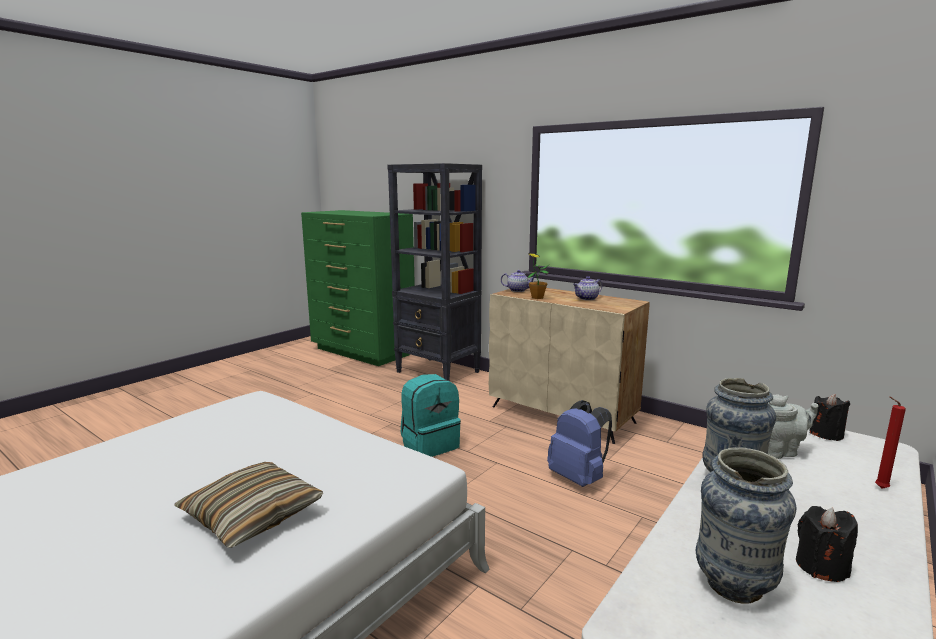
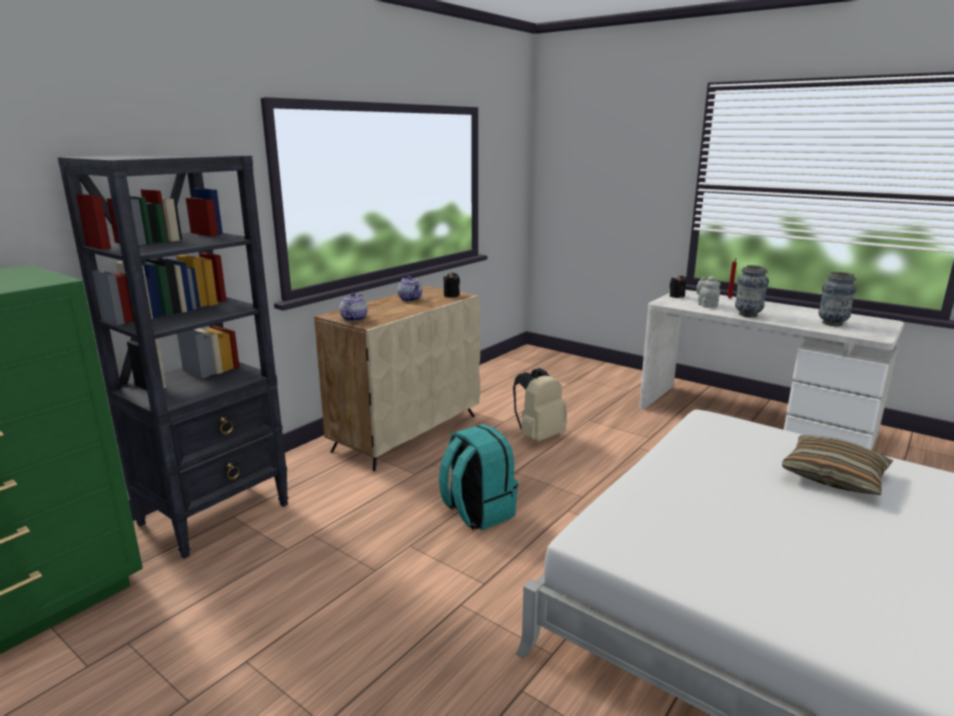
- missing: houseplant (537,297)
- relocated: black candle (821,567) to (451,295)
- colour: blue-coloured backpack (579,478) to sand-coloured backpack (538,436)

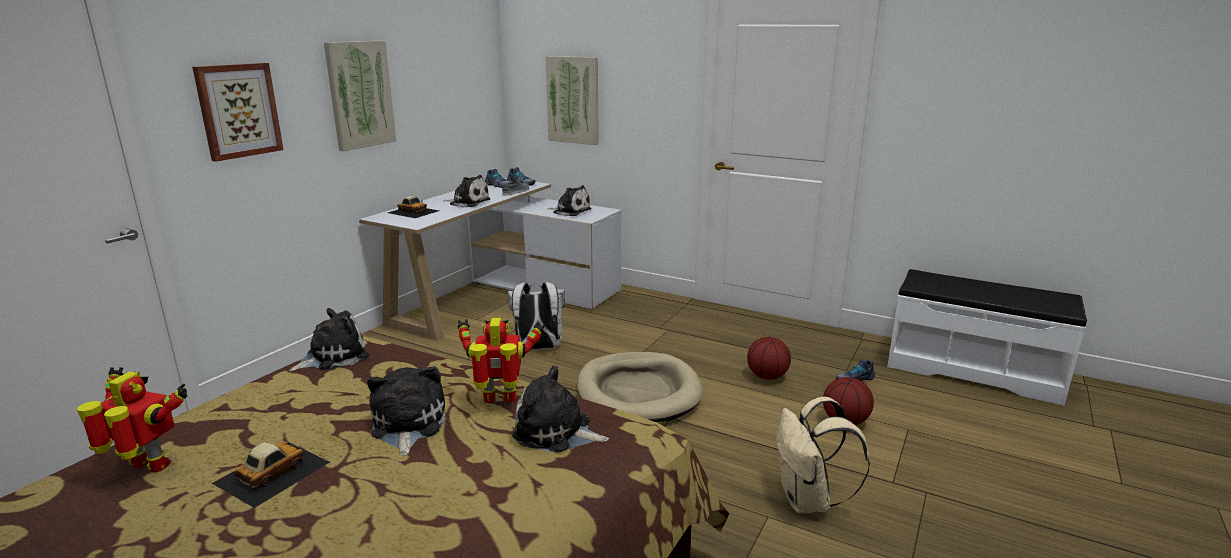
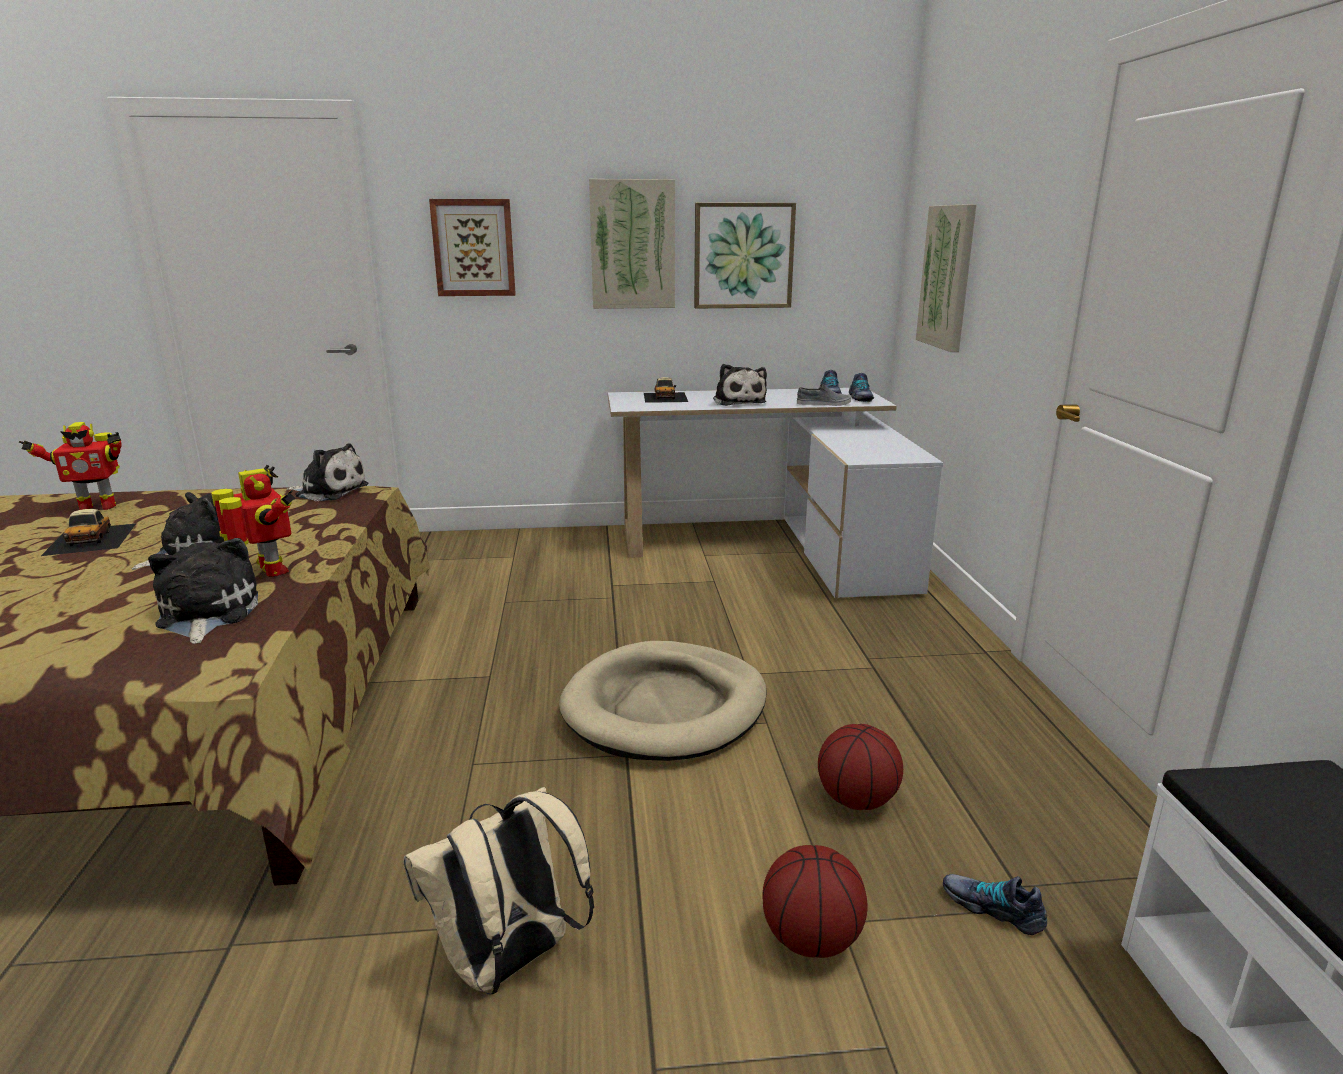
- missing: white-coloured backpack (538,348)
- missing: plush toy (570,211)
- appeared: picture (743,256)
- spun: robot figure (148,467) = (96,507) 90 degrees clockwise
- spun: miniature car (271,472) = (91,538) 75 degrees clockwise

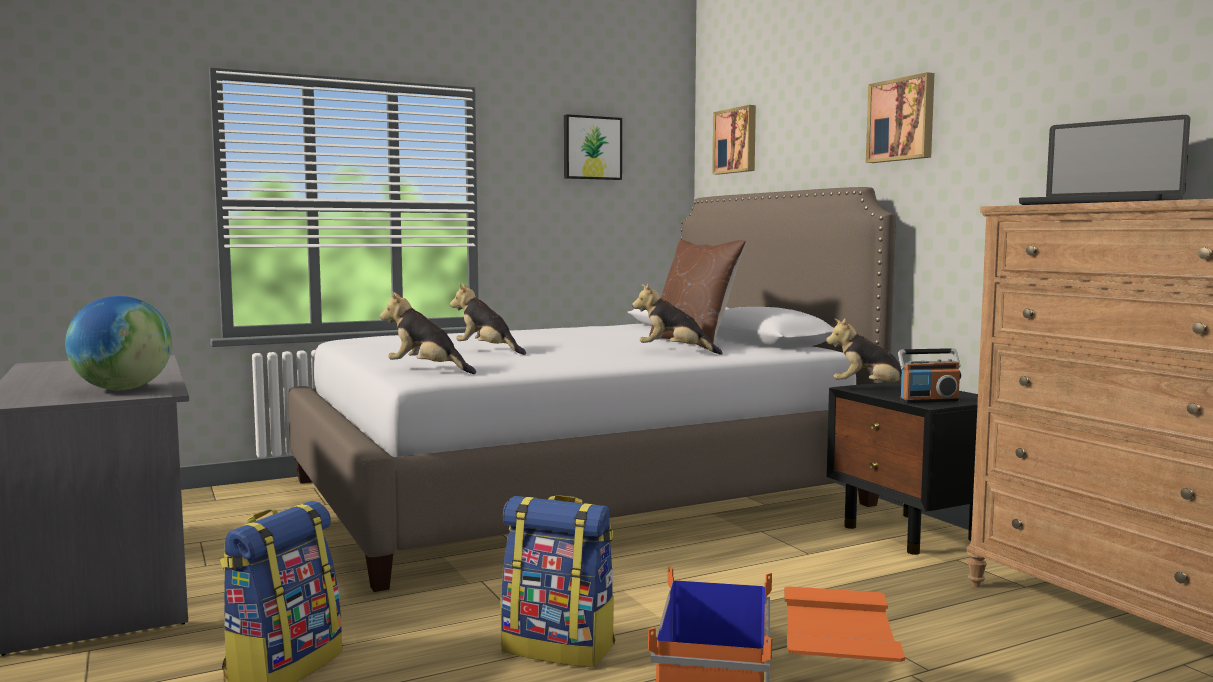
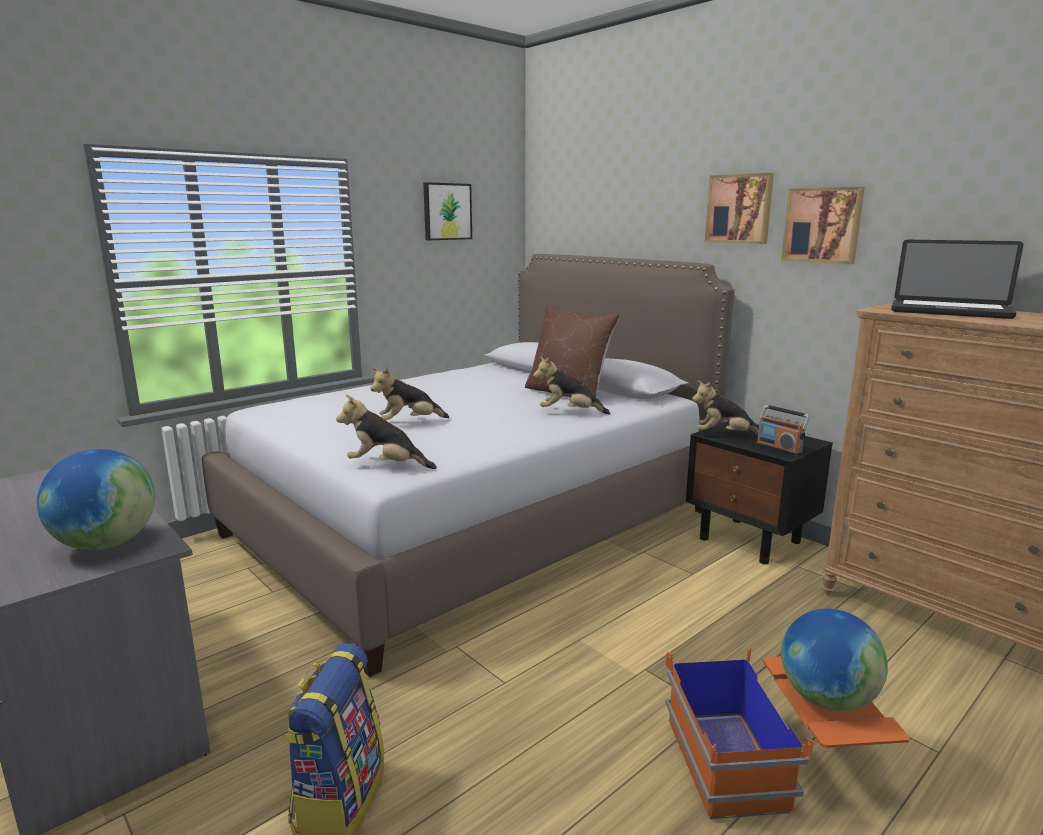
- missing: backpack (560,647)
- appeared: desk globe (826,699)
- relocated: picture (736,141) to (823,225)
- spun: plush toy (487,351) = (409,423) 45 degrees counterclockwise
- spun: radio set (928,400) = (779,448) 75 degrees clockwise

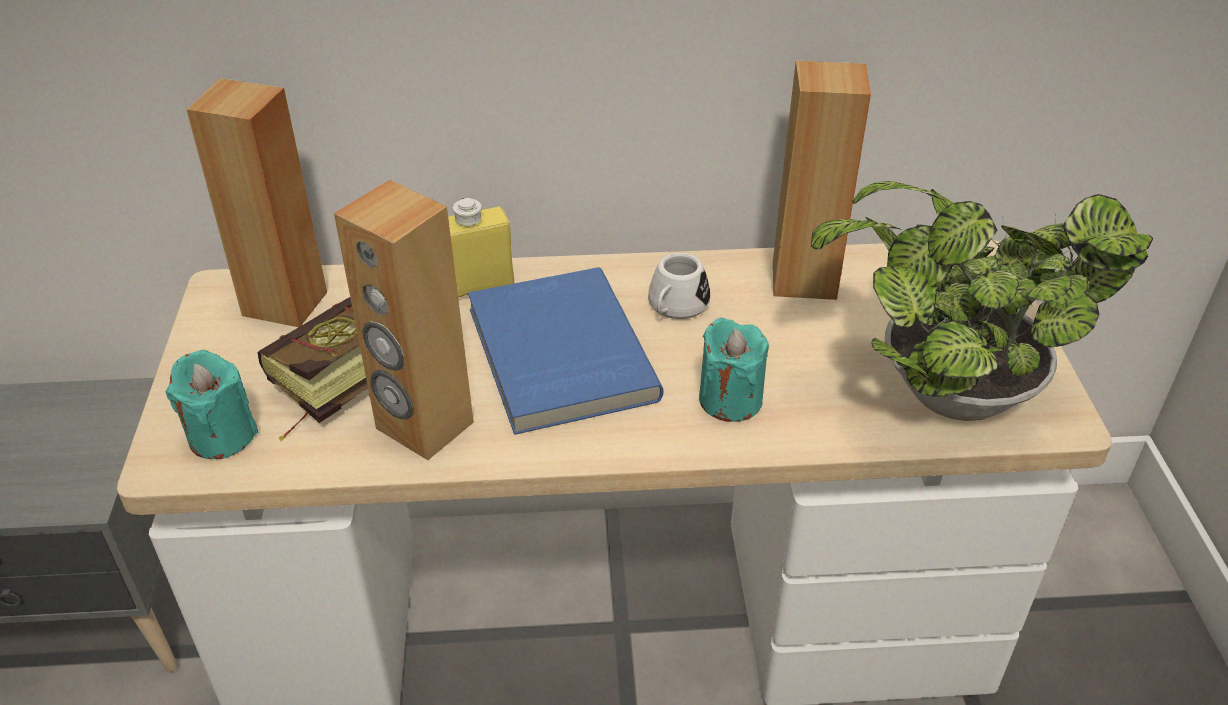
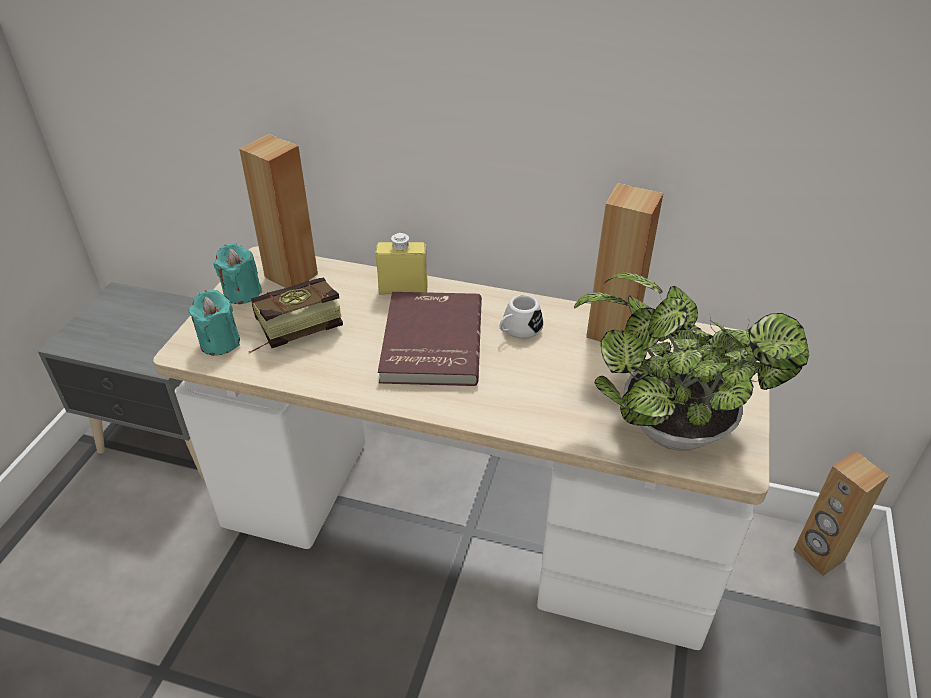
- relocated: brown audio speaker (423,426) to (818,555)
- relocated: blue-green candle (730,400) to (242,293)
- colour: blue-coloured bound book (557,354) to red-coloured bound book (429,342)

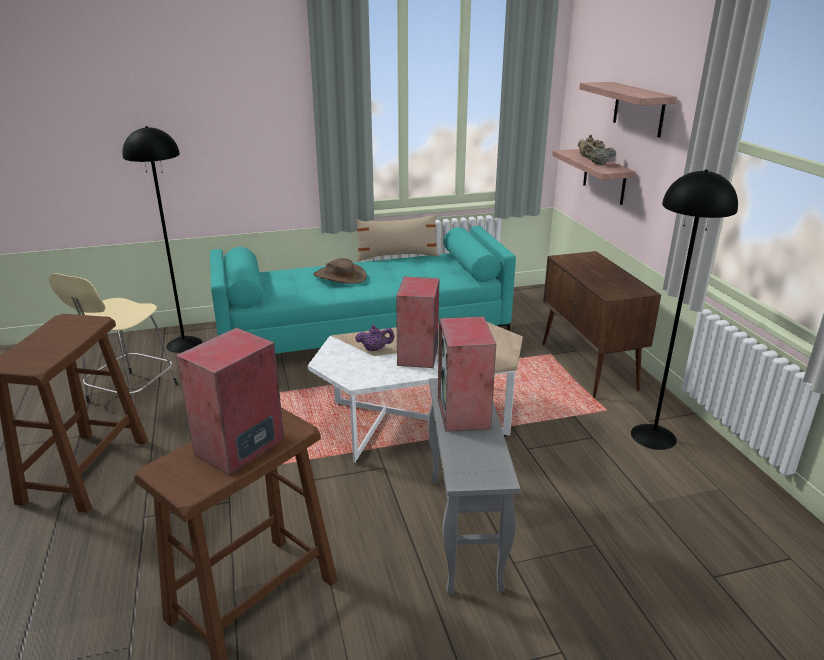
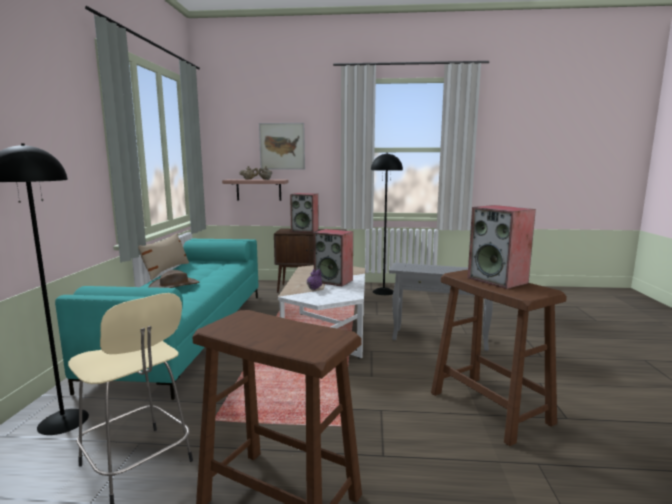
- relocated: audio speaker (464,413) to (305,230)
- exchanged: bracket shelf (639,109) to picture (282,146)

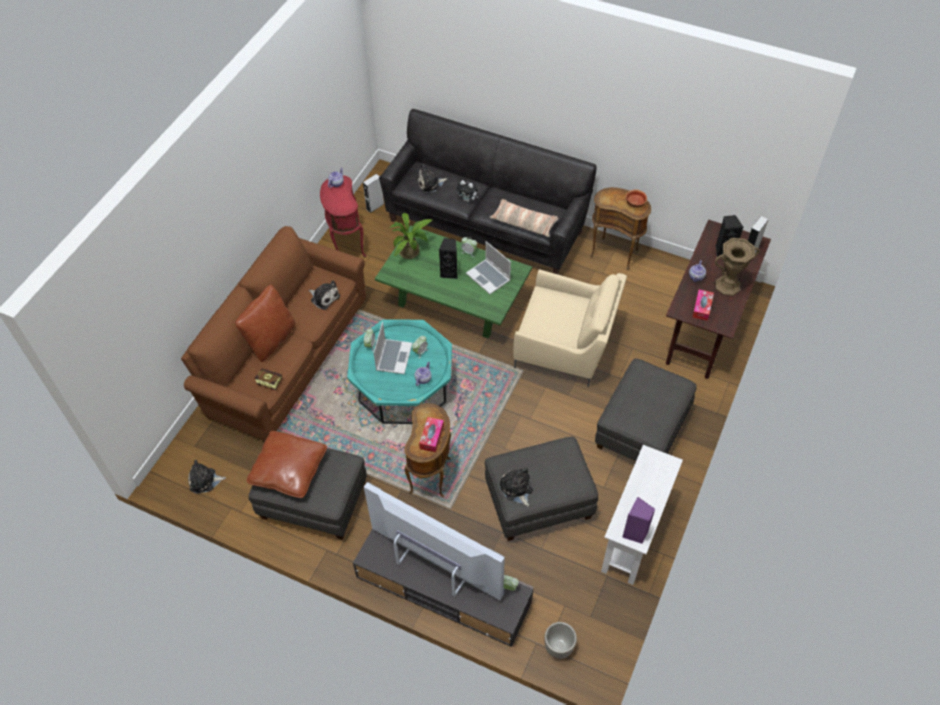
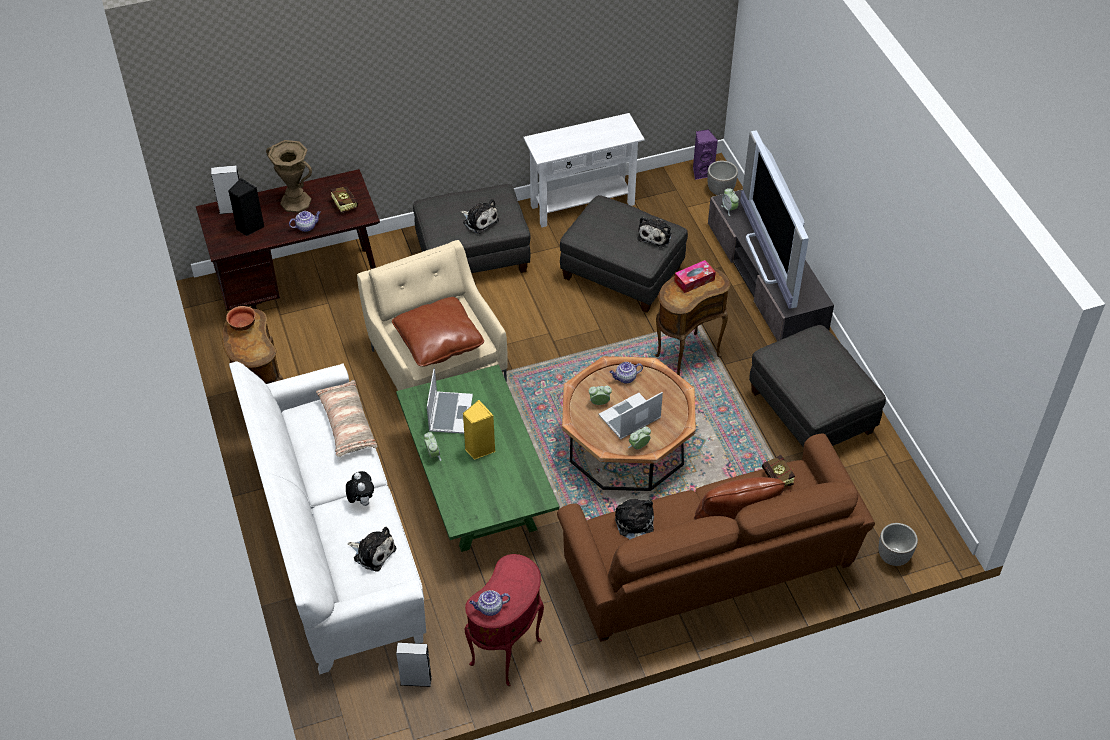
- missing: houseplant (412,251)
- appeared: plant pot (893,557)
- relocated: plush toy (205,481) to (479,220)
- relocated: brown throw pillow (289,470) to (438,341)
- relocated: purple audio speaker (635,533) to (702,172)
- exchanged: box of tissues (702,308) to bound book (343,203)
- colour: blue-green lounge table (403,387) to brown lounge table (626,445)
- colour: black couch (485,226) to white-coloured couch (336,543)
- colour: black audio speaker (450,272) to yellow-coloured audio speaker (479,449)

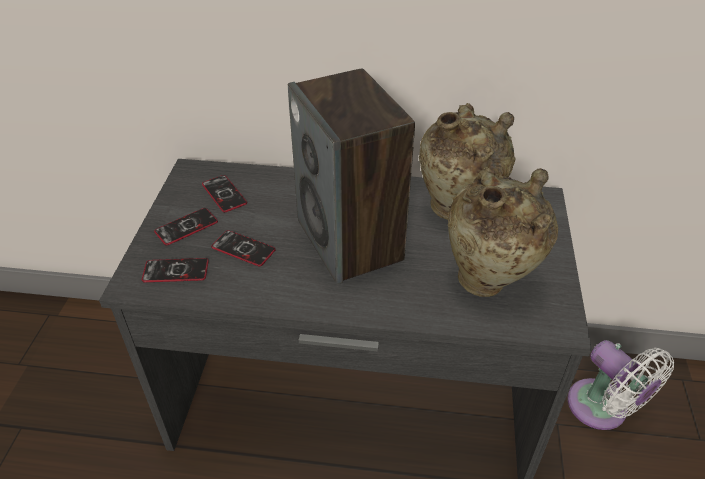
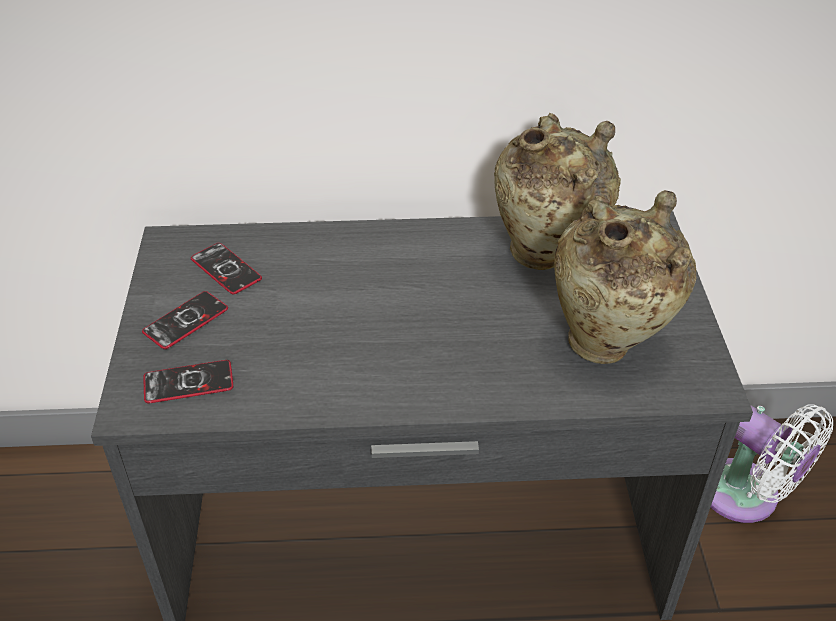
- missing: phone (243,249)
- missing: audio speaker (350,241)

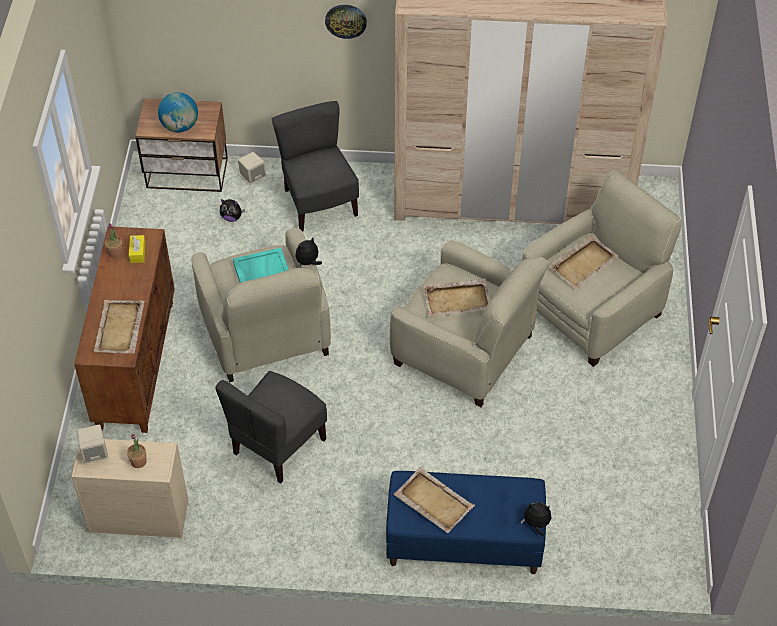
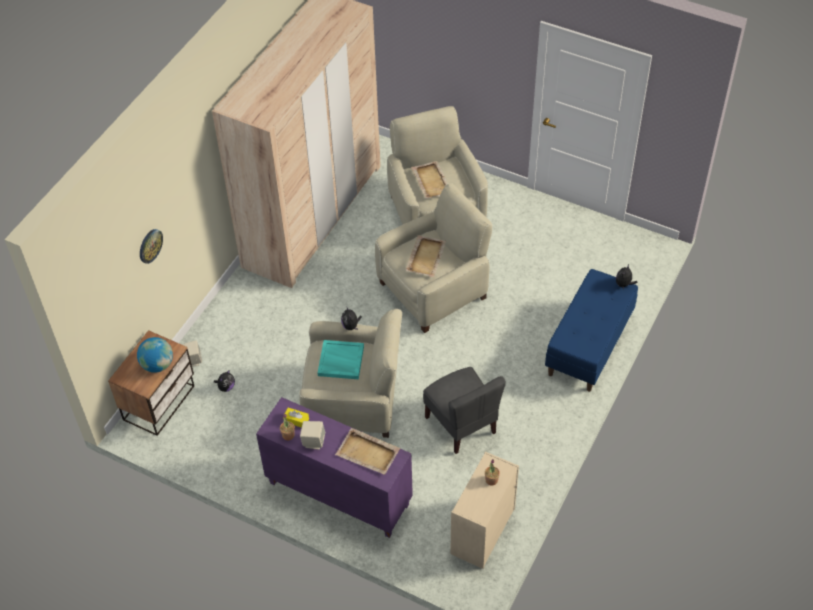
- missing: gray chair (319,203)
- missing: sand-coloured carrying tray (433,501)
- relocated: sand-coloured audio speaker (95,453) to (313,441)
- relocated: clock on the wall (346,20) to (150,245)
- colour: brown storage cabinet (135,363) to purple storage cabinet (337,494)

